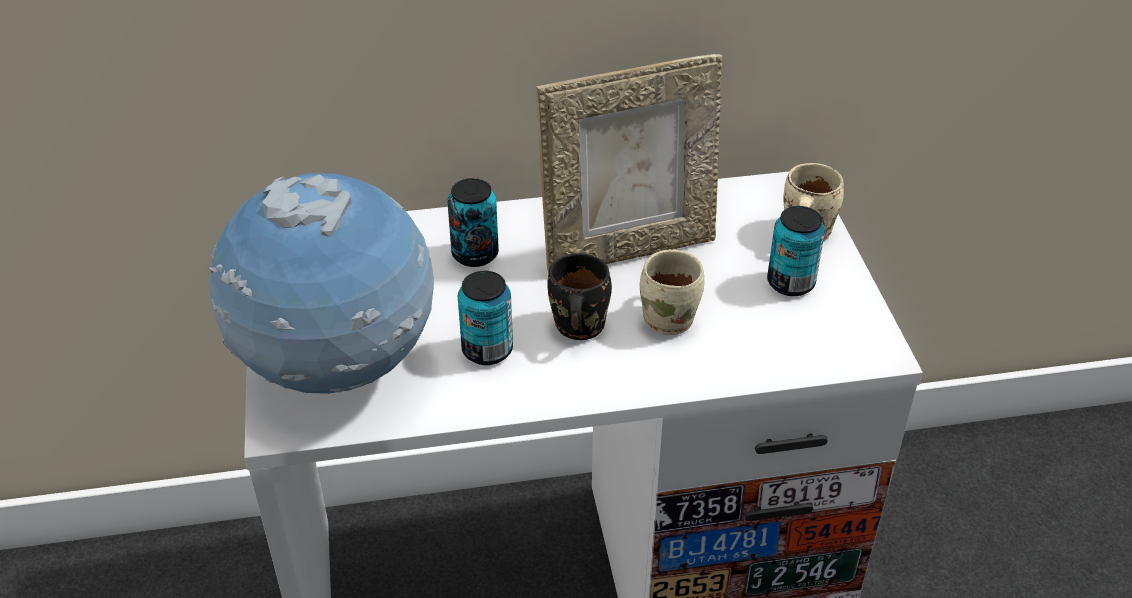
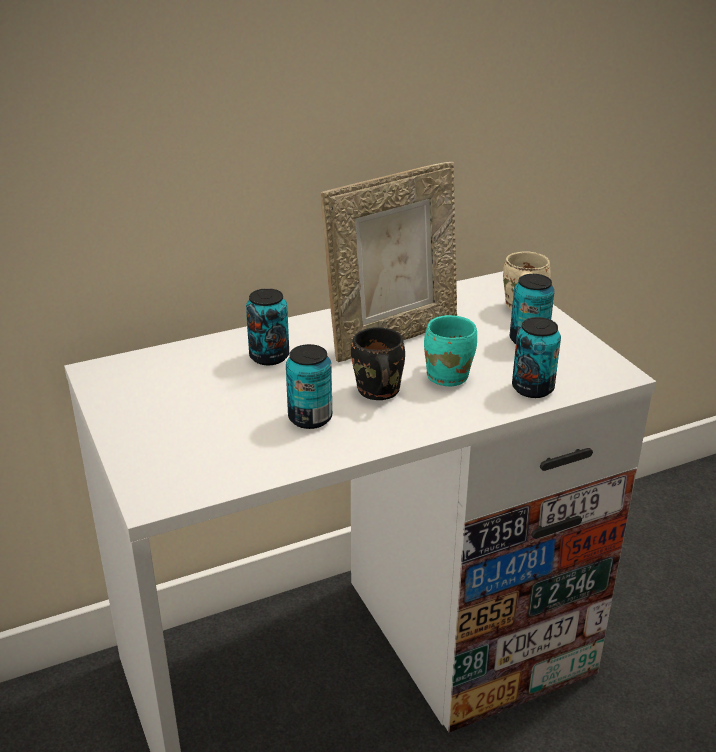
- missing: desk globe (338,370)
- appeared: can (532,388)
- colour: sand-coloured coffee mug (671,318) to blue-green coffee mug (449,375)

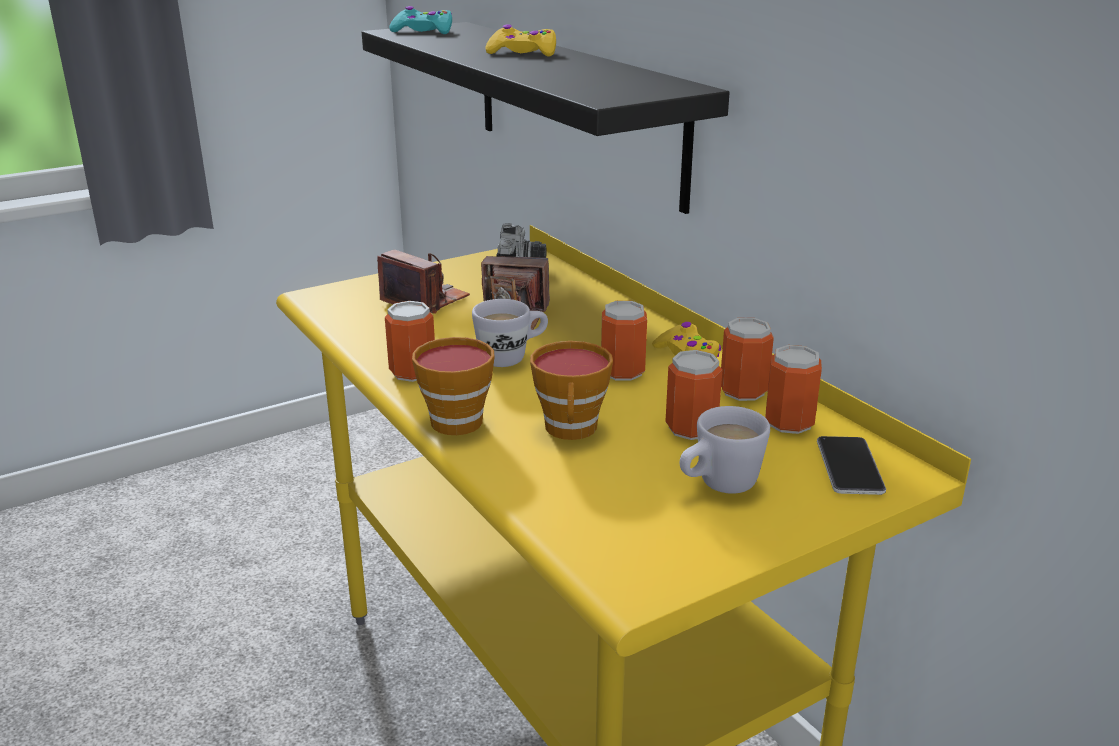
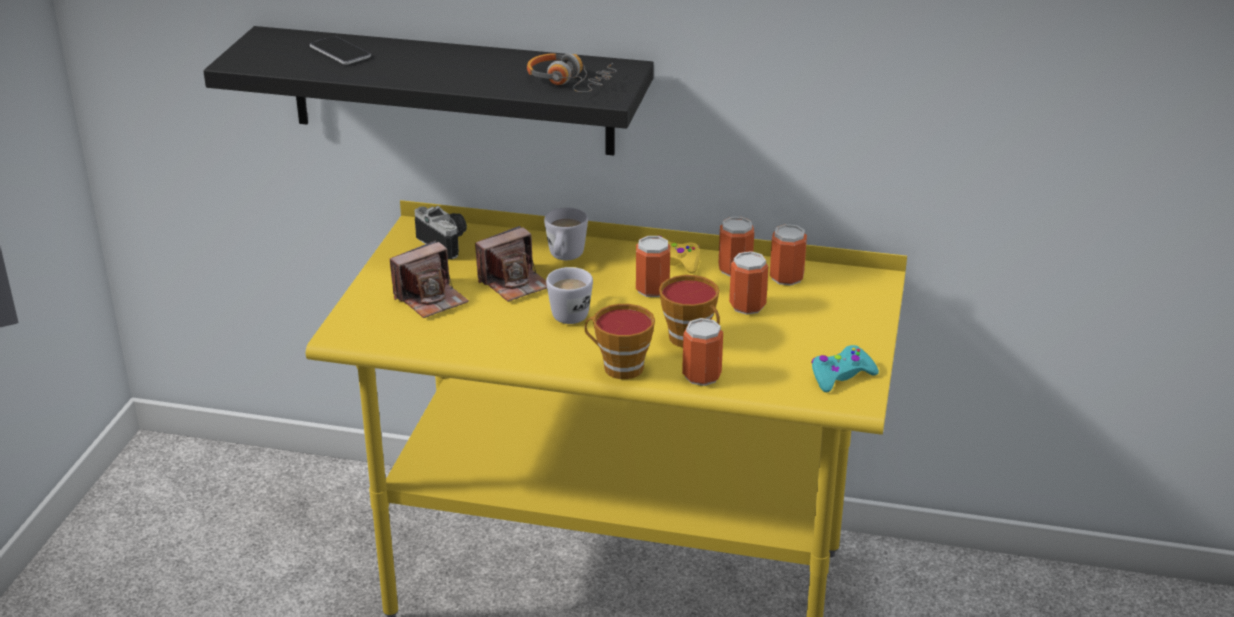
- missing: yellow-coloured game controller (523,52)
- appeared: pair of headphones (569,82)
- relocated: can (413,372) to (701,376)
- relocated: blue-green game controller (423,31) to (841,376)
- relocated: white-coloured coffee mug (718,486) to (564,258)
- relocated: phone (849,467) to (340,52)
- spun: still camera (425,300) = (431,299) 150 degrees clockwise

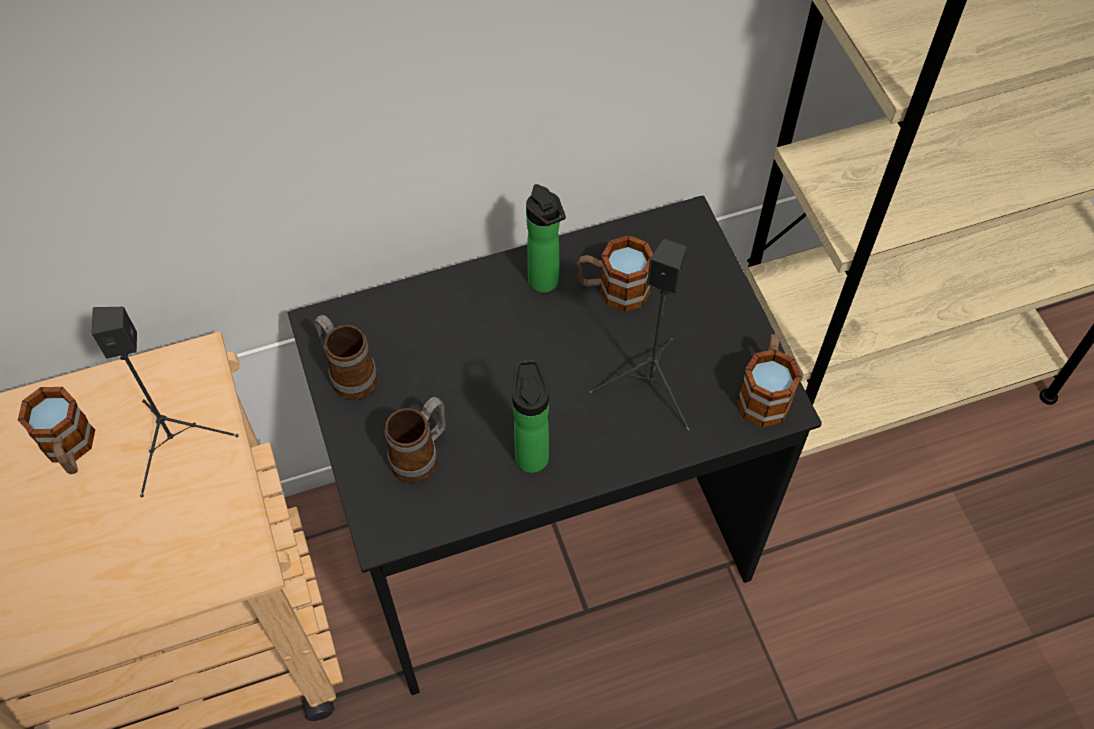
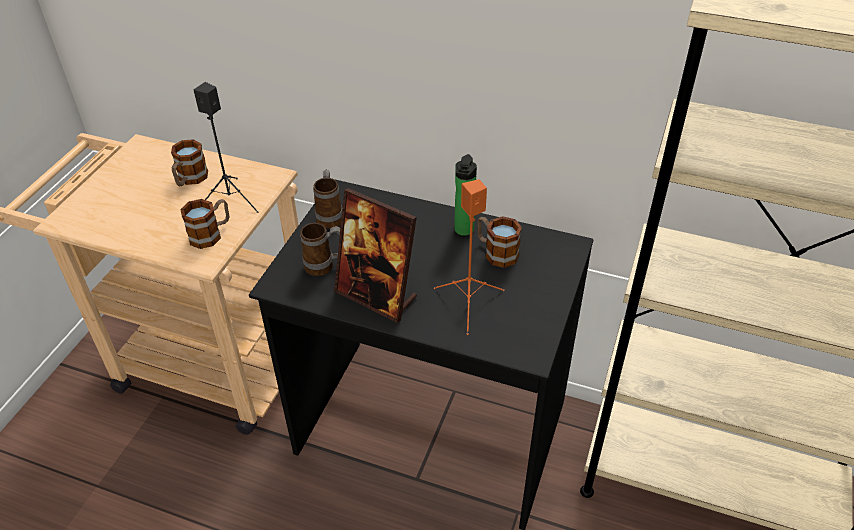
- relocated: coffee mug (764,393) to (211,234)
- exchanged: beverage bottle (531,453) to standing frame (376,295)
- colour: black audio speaker (651,387) to orangey audio speaker (468,304)

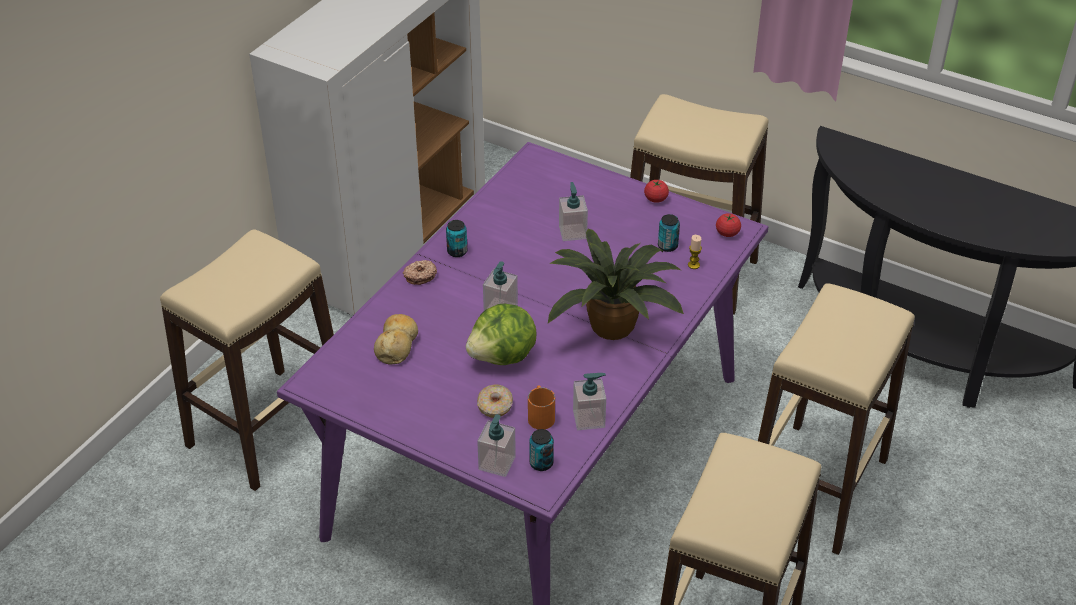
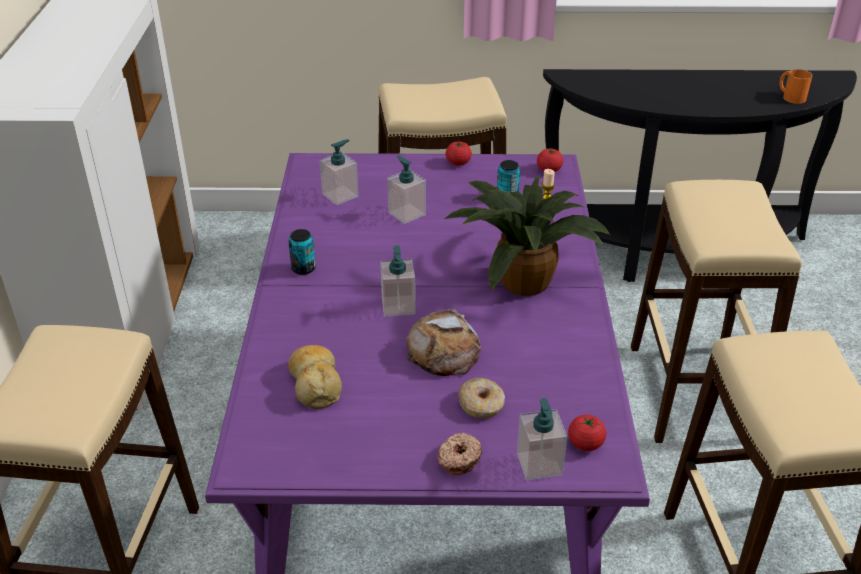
- relocated: doughnut (420,276) to (458,458)
- relocated: orangey coffee mug (540,415) to (790,96)
- relocated: soap dispenser (589,419) to (340,195)
- exchanged: lettuce head (503,356) to bakery bread (444,351)
- exchanged: can (541,463) to tomato (585,443)

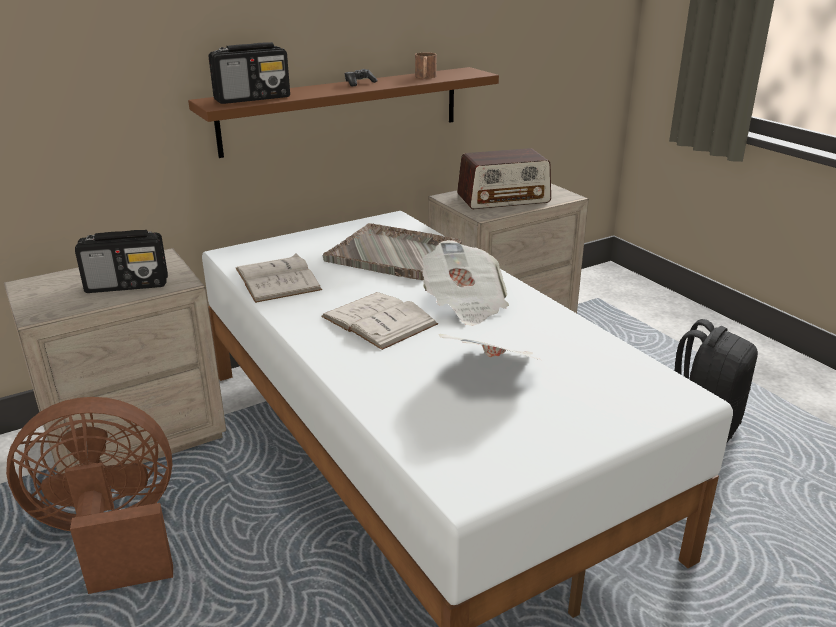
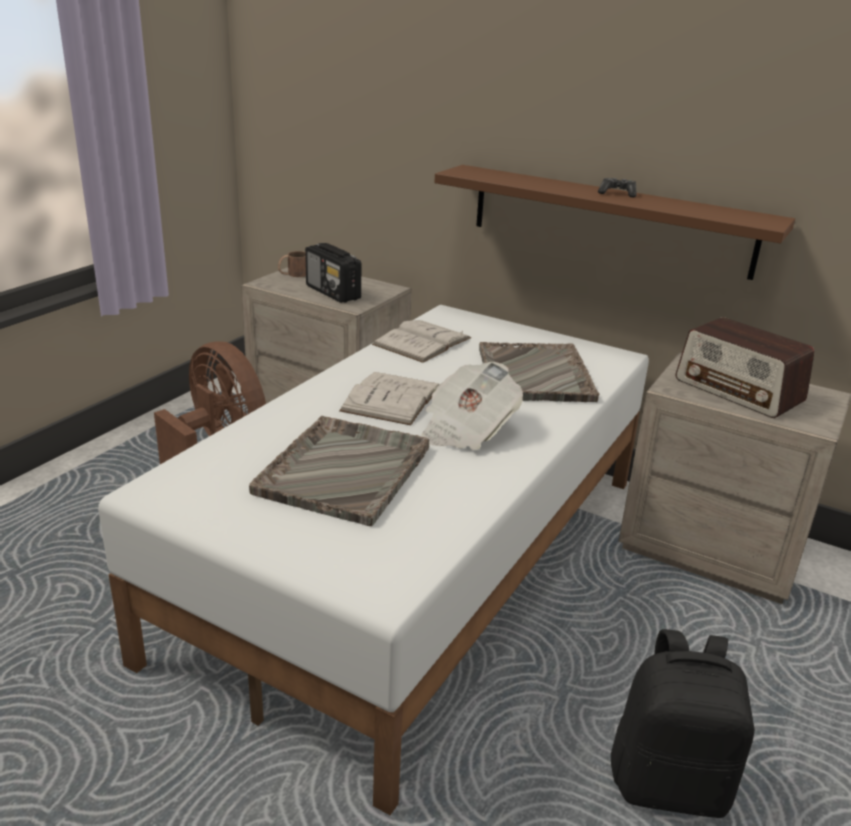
- missing: radio set (253,98)
- relocated: brown coffee mug (425,77) to (293,274)
- exchanged: printed paper (493,371) to gray carrying tray (345,470)

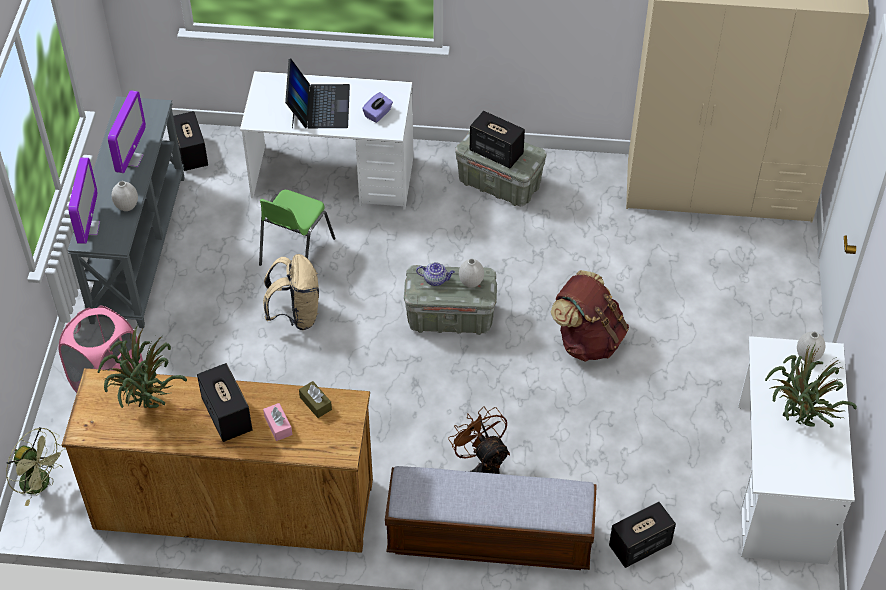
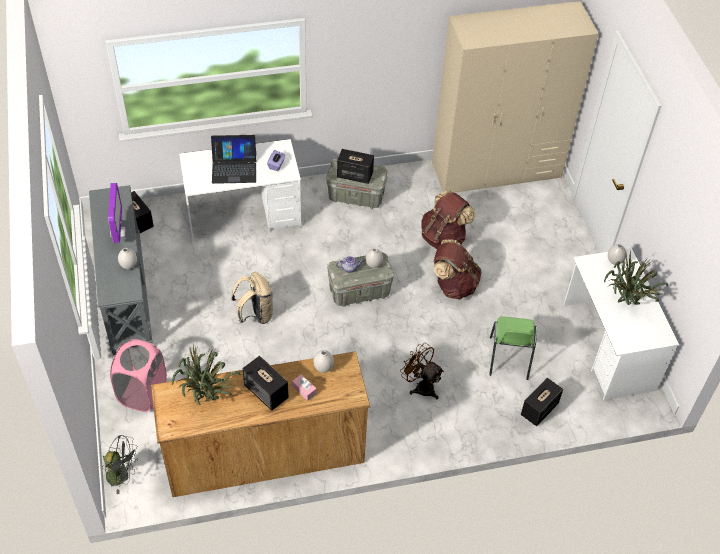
- missing: monitor (88,228)
- missing: long seat (489,539)
- appeared: brown backpack (443,237)
- relocated: green-coloured chair (295,252) to (509,359)
- exchanged: brown box of tissues (315,403) to white-coloured flower vase (323,368)
- colour: green-coloured cooling fan (41,484) to gray cooling fan (122,475)
- spun: notebook computer (319,106) = (234,168) 105 degrees clockwise

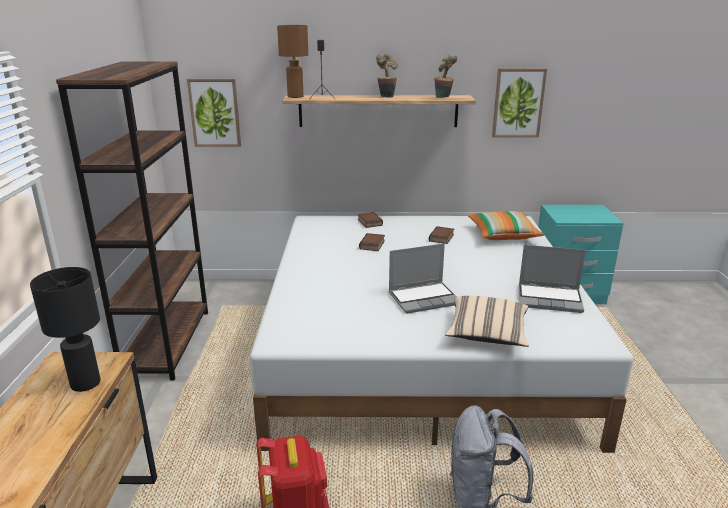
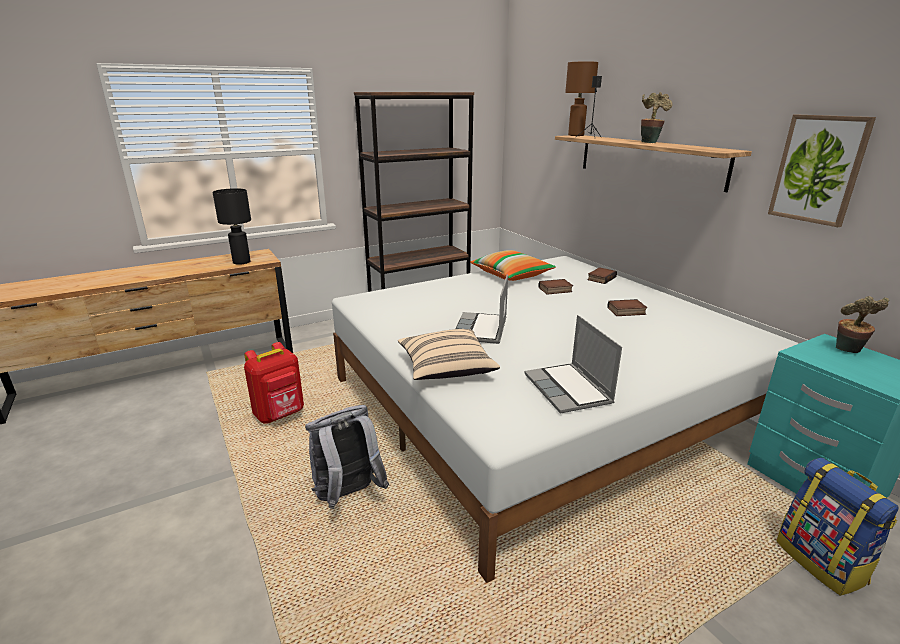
- missing: picture (215,113)
- appeared: backpack (821,562)
- relocated: houseplant (443,97) to (848,351)
- relocated: throw pillow (503,235) to (511,275)
- spun: notebook computer (424,298) = (481,330) 60 degrees clockwise

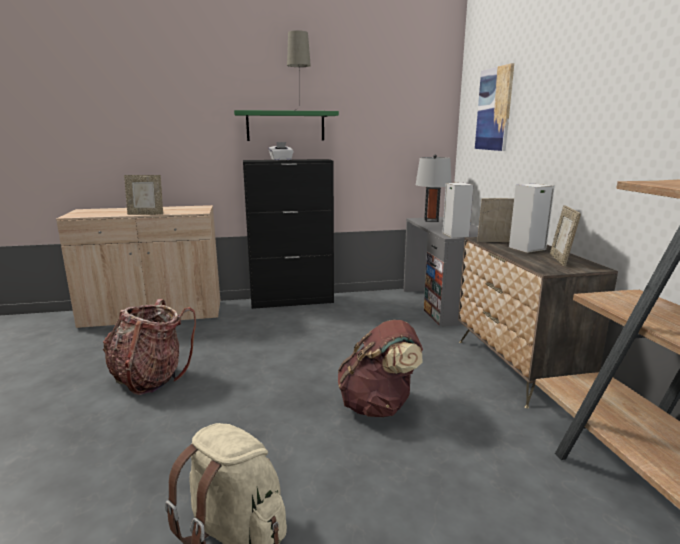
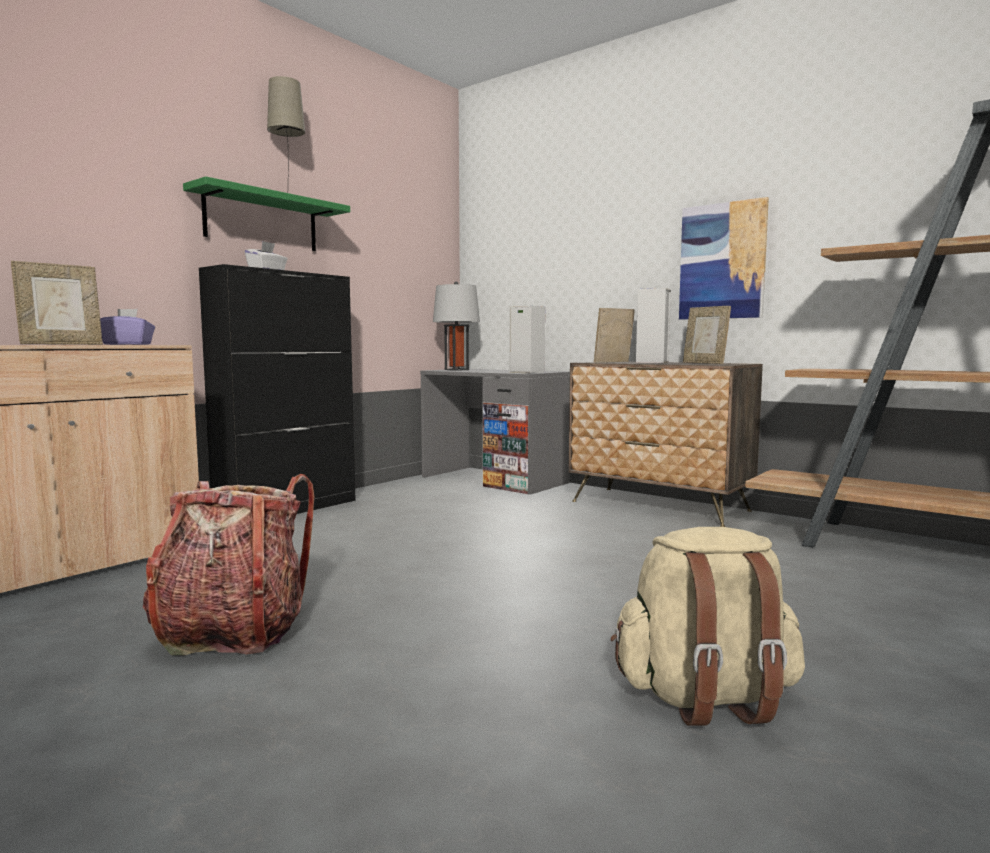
- missing: brown backpack (379,406)
- appeared: purple box of tissues (127,344)
- relocated: picture (494,109) to (722,261)

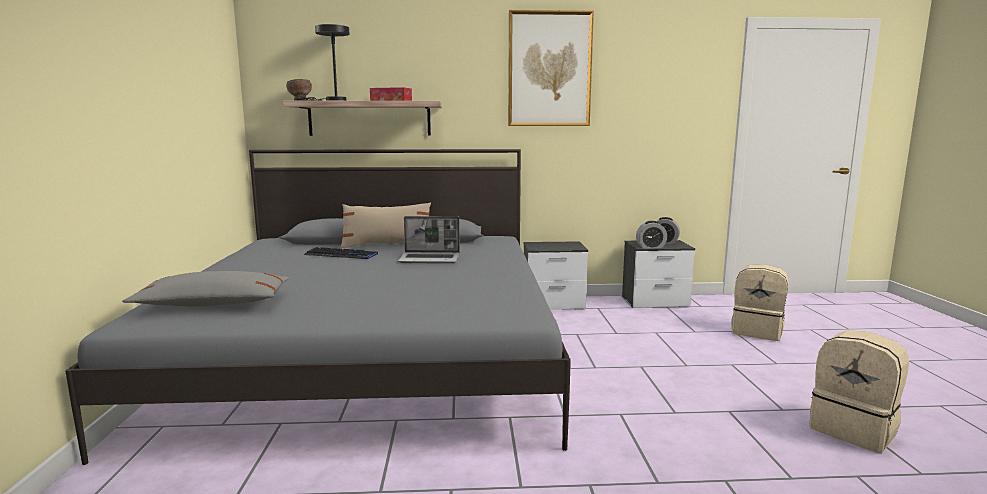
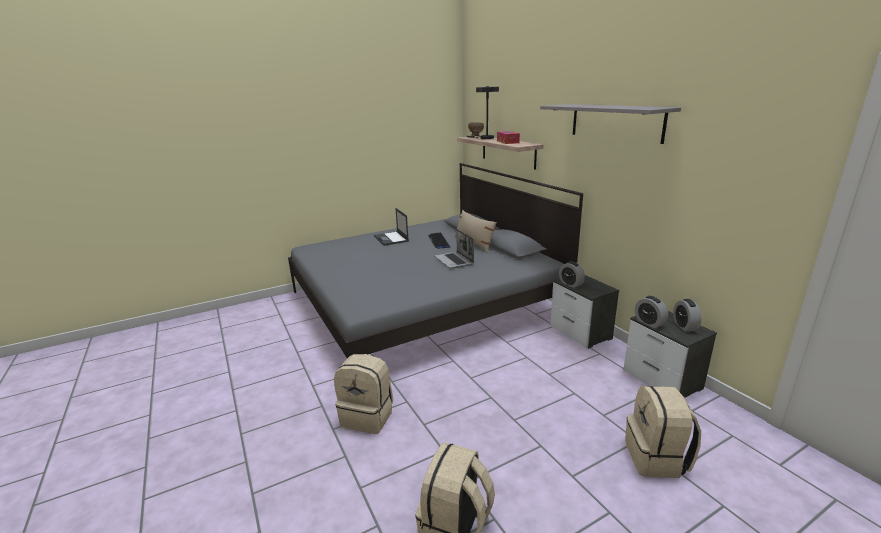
- missing: gray throw pillow (213,304)
- appeared: sand-coloured backpack (368,416)
- appeared: notebook computer (391,239)
- appeared: table clock (570,284)
- exchanged: picture (549,69) to gray bracket shelf (615,122)

